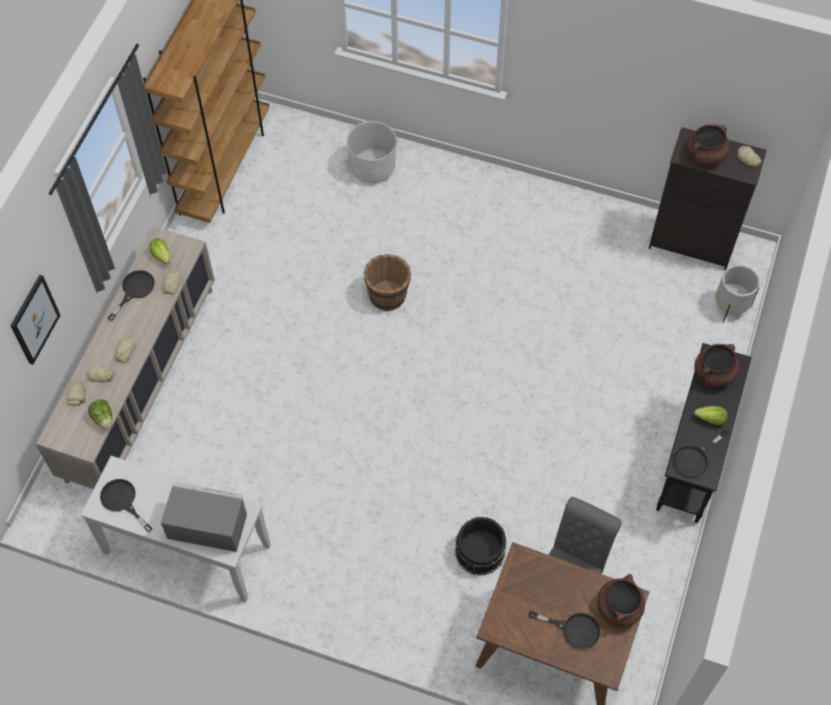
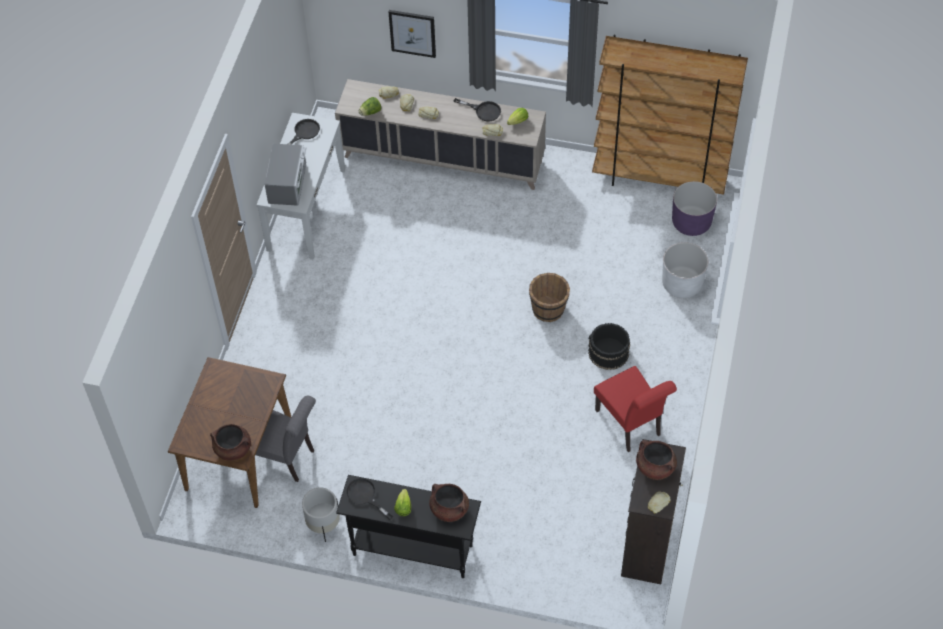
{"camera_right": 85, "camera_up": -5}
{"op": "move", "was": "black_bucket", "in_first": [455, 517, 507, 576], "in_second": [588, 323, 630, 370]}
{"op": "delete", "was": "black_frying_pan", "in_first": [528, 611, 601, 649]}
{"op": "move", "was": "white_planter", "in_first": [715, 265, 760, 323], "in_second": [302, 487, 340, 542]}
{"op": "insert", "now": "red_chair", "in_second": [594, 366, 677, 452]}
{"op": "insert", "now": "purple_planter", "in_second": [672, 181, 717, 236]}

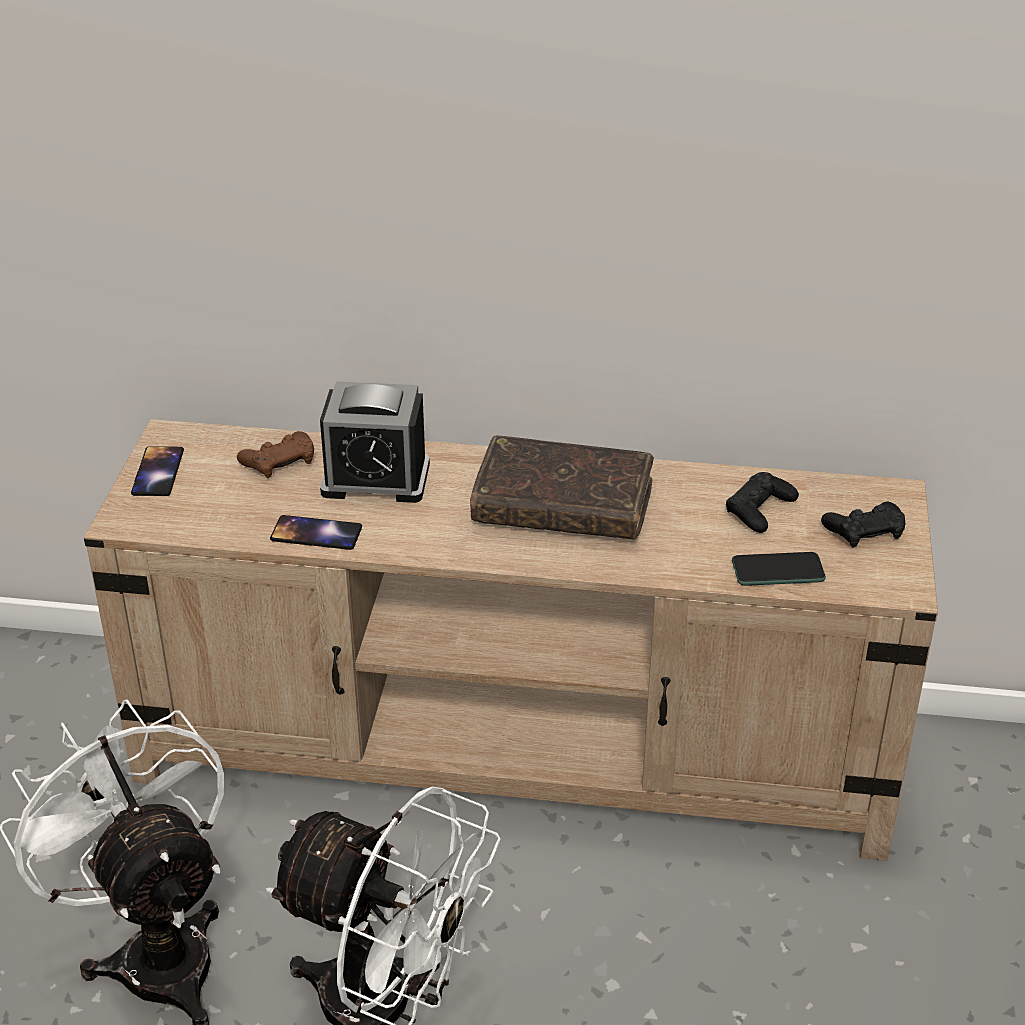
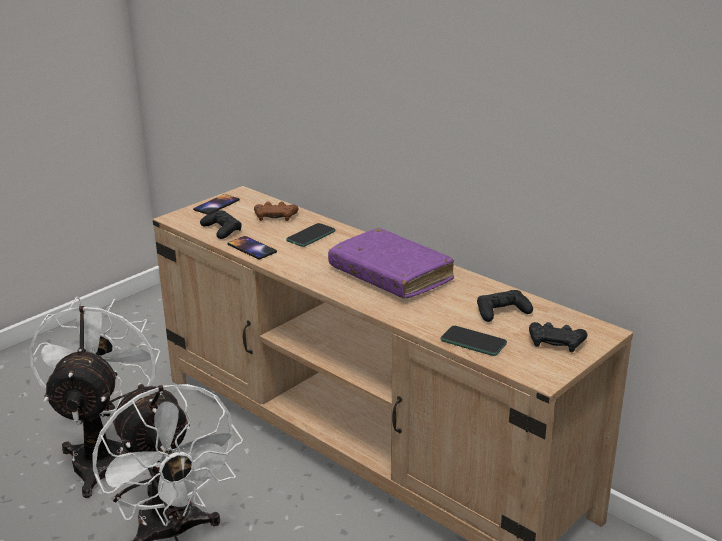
{"camera_right": 35, "camera_up": -10}
{"op": "replace", "was": "alarm_clock", "now": "phone", "in_first": [320, 381, 430, 503], "in_second": [286, 223, 335, 247]}
{"op": "recolor", "was": "brown_book", "now": "purple_book", "in_first": [470, 435, 654, 540], "in_second": [328, 228, 454, 299]}
{"op": "insert", "now": "black_game_controller", "in_second": [200, 210, 242, 239]}

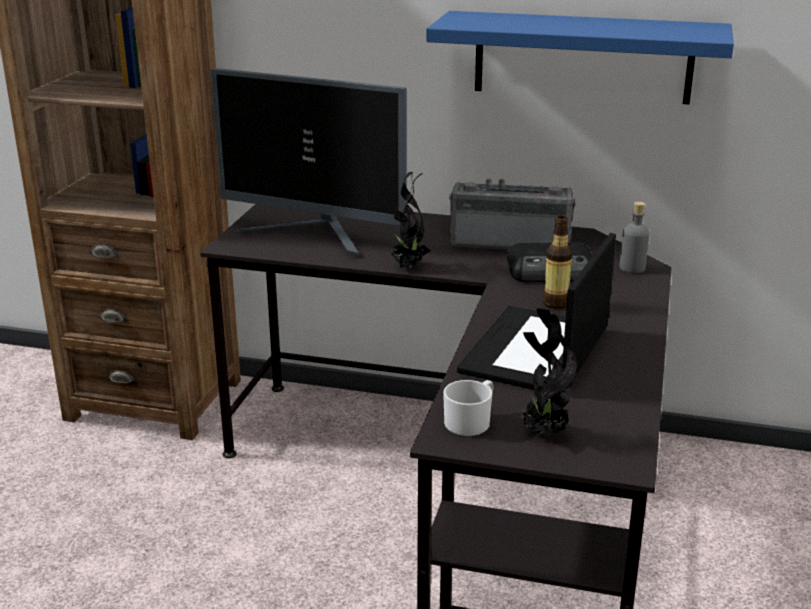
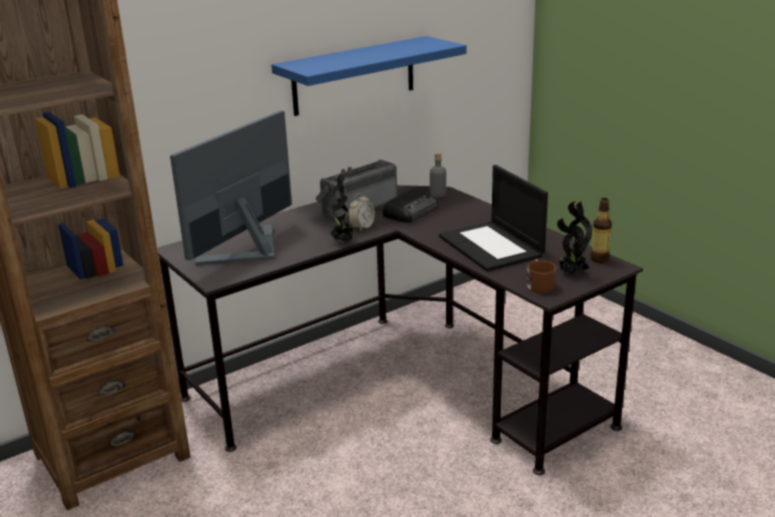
{"camera_right": -50, "camera_up": 0}
{"op": "rotate", "was": "monitor", "in_first": [211, 68, 407, 257], "in_second": [170, 111, 292, 265], "clockwise": 150}
{"op": "recolor", "was": "white_mug", "now": "brown_mug", "in_first": [443, 380, 494, 436], "in_second": [527, 259, 557, 293]}
{"op": "move", "was": "bottle", "in_first": [543, 216, 572, 309], "in_second": [590, 198, 612, 263]}
{"op": "insert", "now": "alarm_clock", "in_second": [348, 193, 375, 231]}

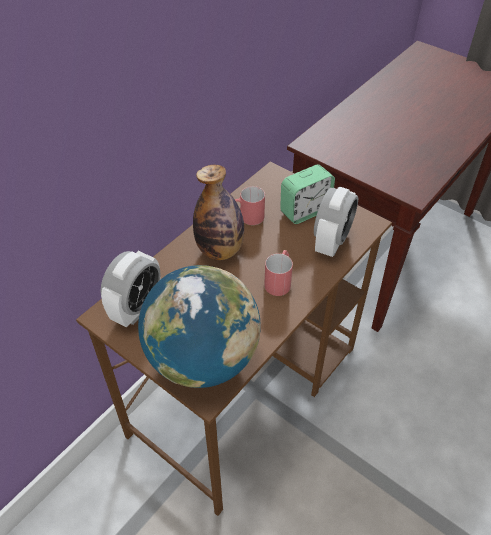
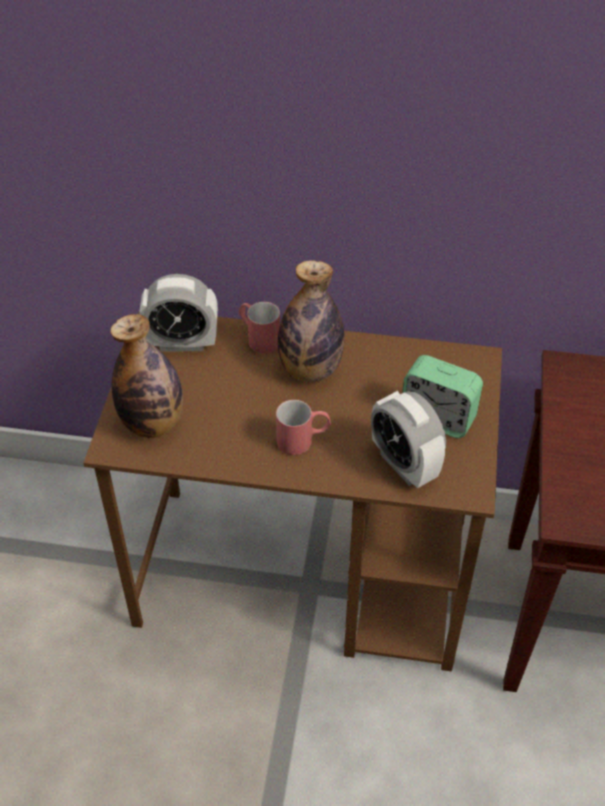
{"camera_right": 60, "camera_up": 0}
{"op": "replace", "was": "globe", "now": "bottle", "in_first": [138, 265, 261, 388], "in_second": [110, 314, 183, 438]}
{"op": "move", "was": "red_mug", "in_first": [235, 186, 265, 225], "in_second": [239, 302, 280, 354]}
{"op": "rotate", "was": "alarm_clock", "in_first": [314, 187, 358, 257], "in_second": [371, 391, 446, 488], "clockwise": 60}

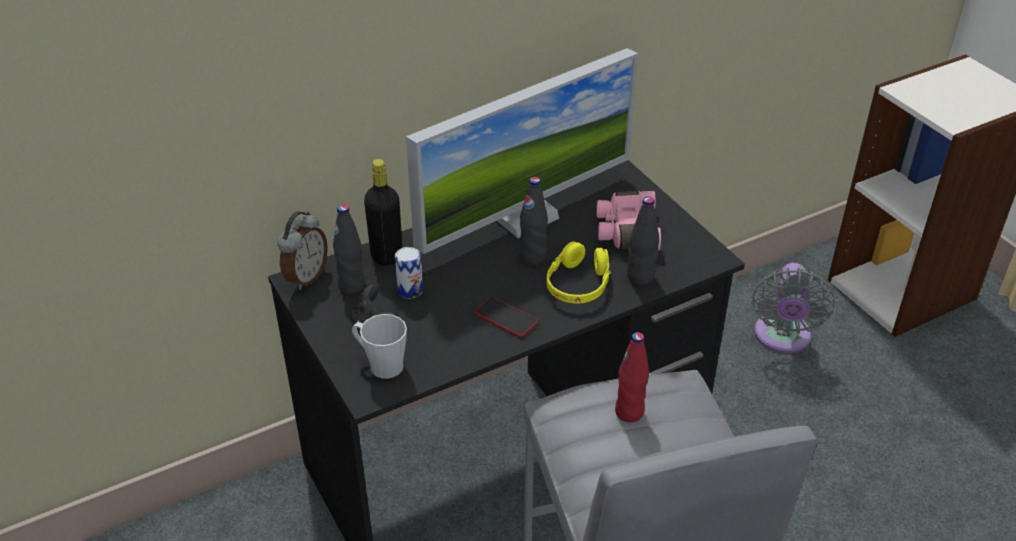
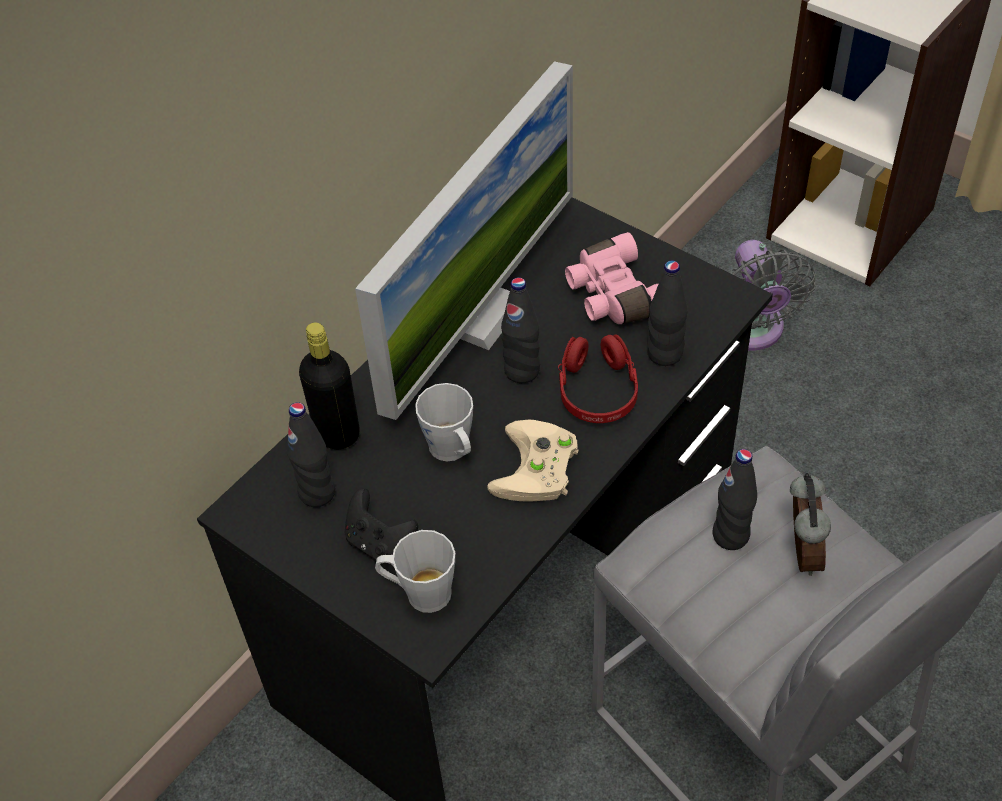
{"camera_right": -20, "camera_up": 10}
{"op": "move", "was": "alarm_clock", "in_first": [277, 211, 328, 290], "in_second": [790, 473, 831, 576]}
{"op": "delete", "was": "can", "in_first": [395, 247, 423, 299]}
{"op": "replace", "was": "phone", "now": "beige_game_controller", "in_first": [475, 297, 538, 337], "in_second": [488, 420, 578, 501]}
{"op": "recolor", "was": "yellow_headphones", "now": "red_headphones", "in_first": [547, 242, 610, 304], "in_second": [558, 334, 638, 423]}
{"op": "recolor", "was": "red_bottle", "now": "black_bottle", "in_first": [615, 332, 649, 422], "in_second": [712, 449, 757, 550]}
{"op": "insert", "now": "grey_mug", "in_second": [415, 383, 473, 461]}

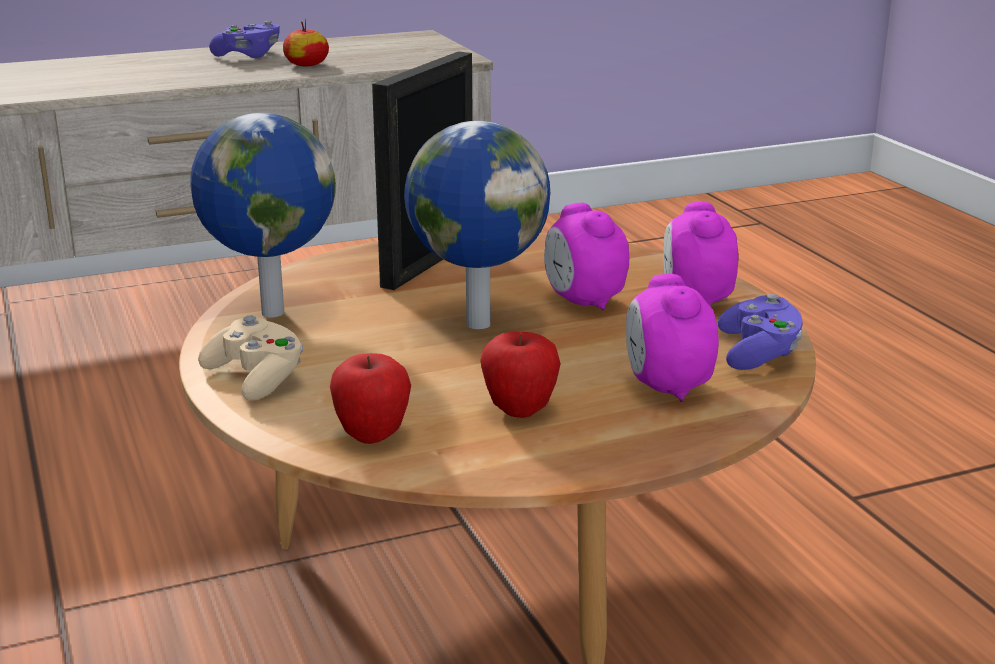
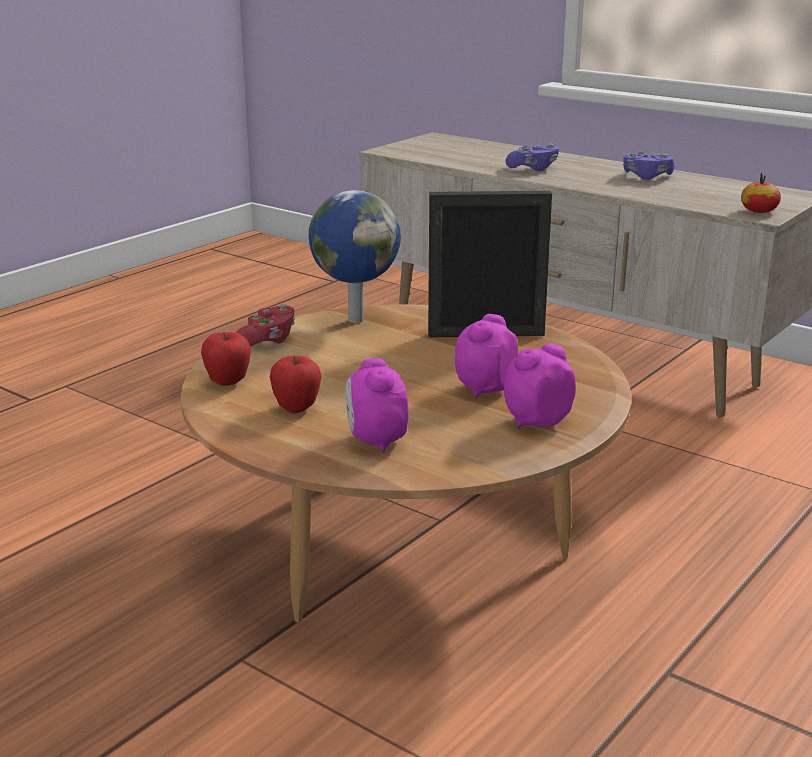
{"camera_right": 60, "camera_up": 0}
{"op": "recolor", "was": "beige_game_controller", "now": "red_game_controller", "in_first": [198, 315, 304, 400], "in_second": [235, 304, 296, 346]}
{"op": "move", "was": "apple", "in_first": [283, 19, 329, 66], "in_second": [741, 173, 781, 213]}
{"op": "delete", "was": "globe", "in_first": [404, 121, 550, 329]}
{"op": "rotate", "was": "alarm_clock", "in_first": [626, 274, 719, 402], "in_second": [345, 358, 409, 452], "clockwise": -60}
{"op": "move", "was": "purple_game_controller", "in_first": [718, 294, 803, 370], "in_second": [505, 144, 559, 171]}

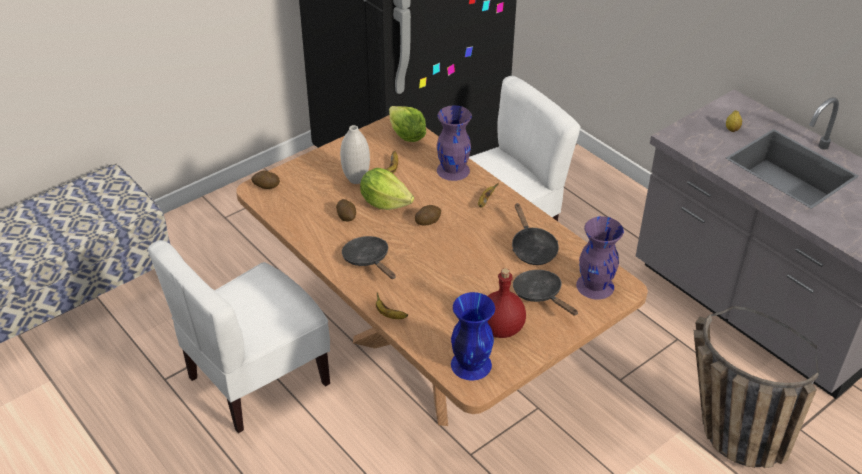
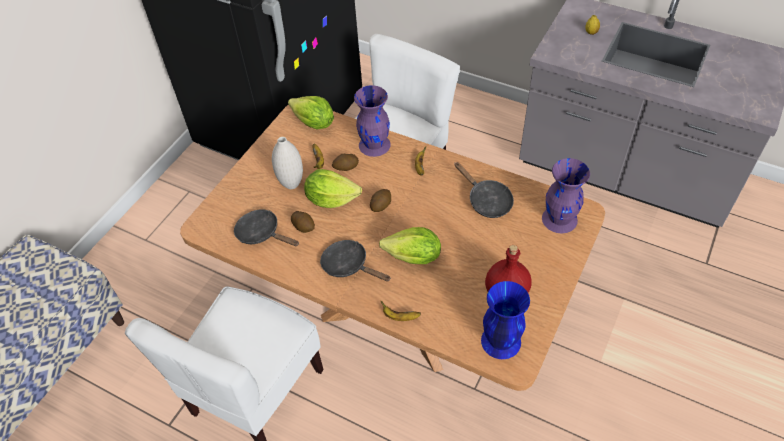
{"camera_right": -20, "camera_up": 10}
{"op": "move", "was": "potato", "in_first": [251, 170, 280, 189], "in_second": [332, 154, 359, 171]}
{"op": "move", "was": "black_frying_pan", "in_first": [513, 270, 578, 316], "in_second": [234, 209, 299, 246]}
{"op": "delete", "was": "basket", "in_first": [694, 306, 819, 468]}
{"op": "insert", "now": "lettuce", "in_second": [379, 227, 441, 264]}

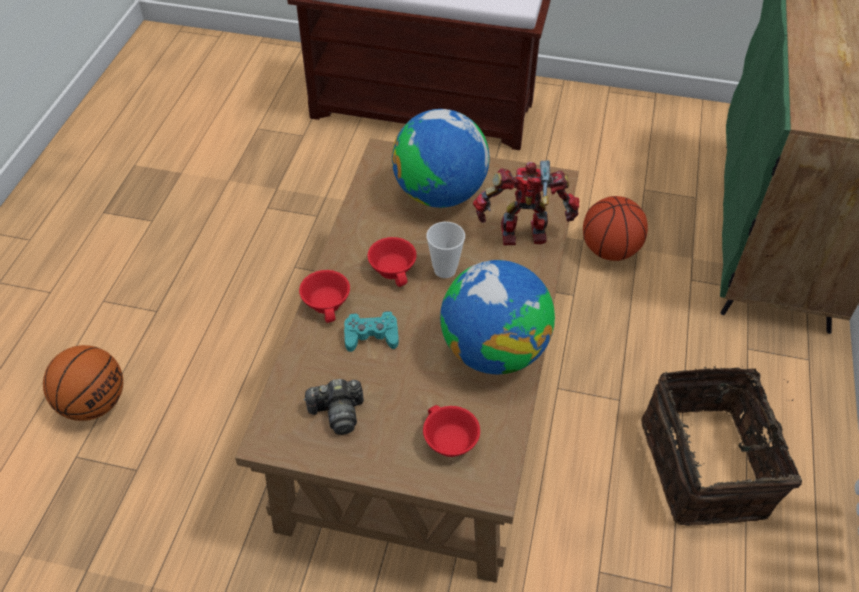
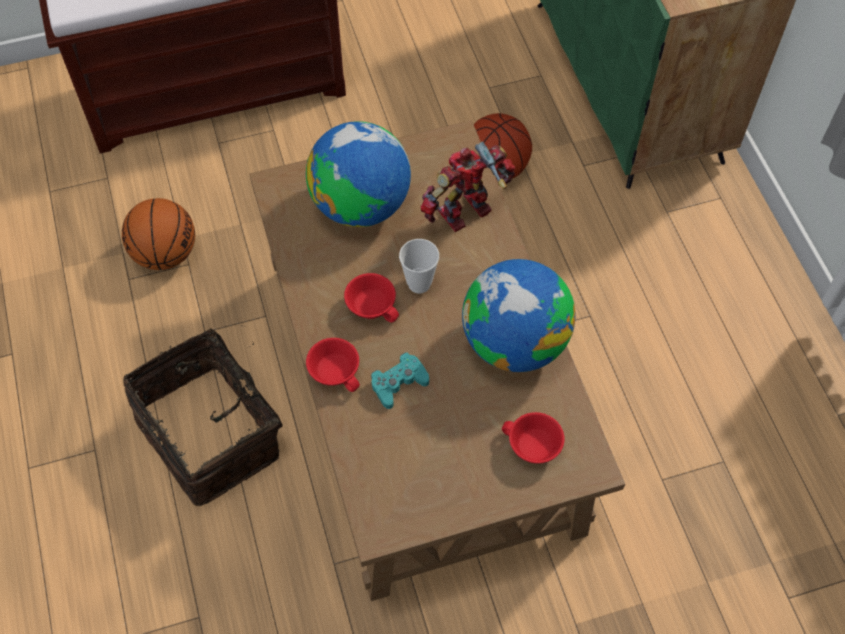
{"camera_right": -30, "camera_up": 10}
{"op": "move", "was": "basketball", "in_first": [43, 345, 123, 421], "in_second": [122, 198, 195, 270]}
{"op": "delete", "was": "photo_camera", "in_first": [303, 379, 364, 435]}
{"op": "move", "was": "basket", "in_first": [641, 366, 802, 526], "in_second": [123, 325, 283, 506]}

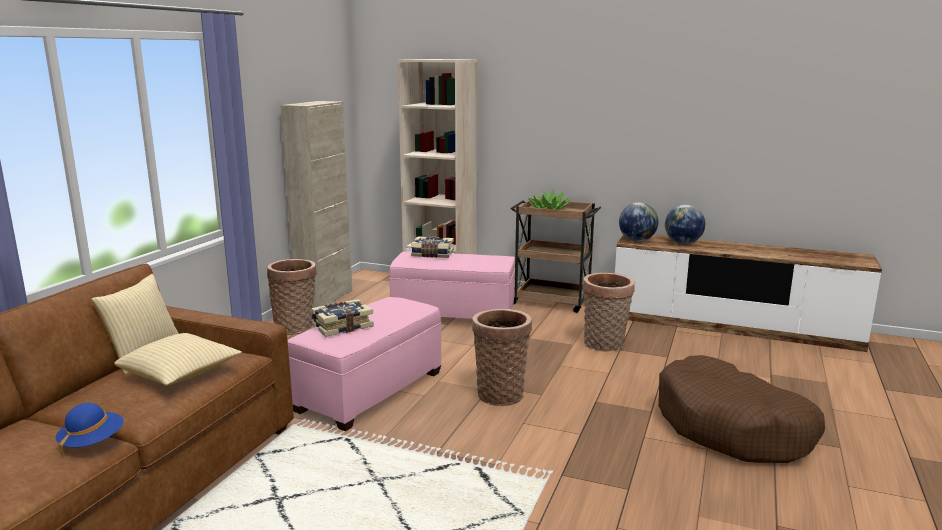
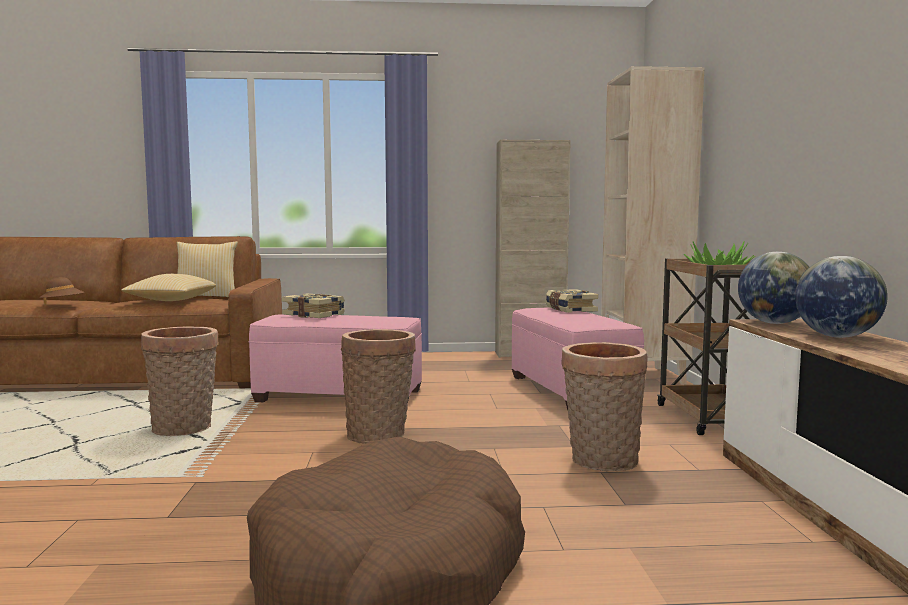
{"camera_right": 65, "camera_up": -10}
{"op": "recolor", "was": "blue_hat", "now": "brown_hat", "in_first": [56, 403, 124, 457], "in_second": [40, 277, 85, 304]}
{"op": "move", "was": "basket", "in_first": [267, 259, 316, 335], "in_second": [141, 327, 219, 436]}

